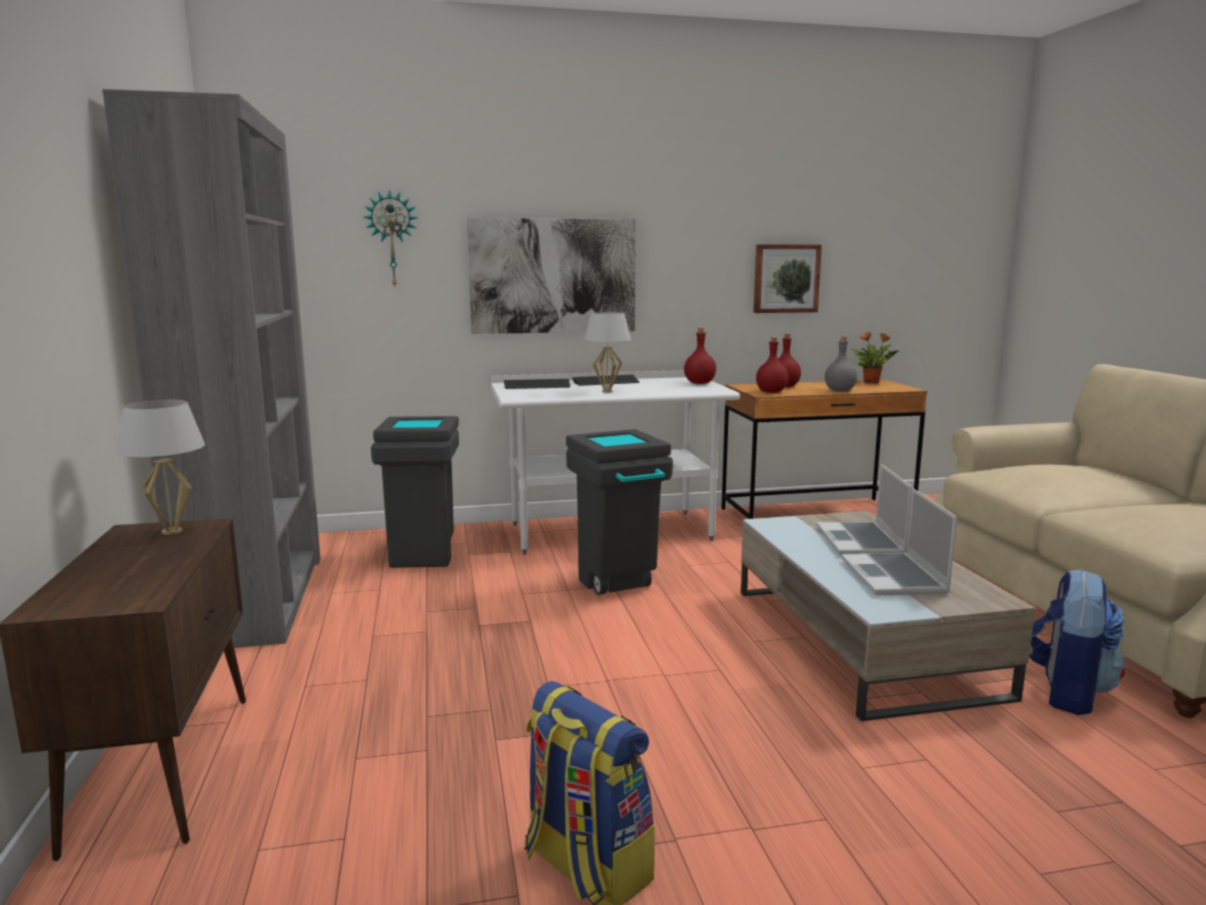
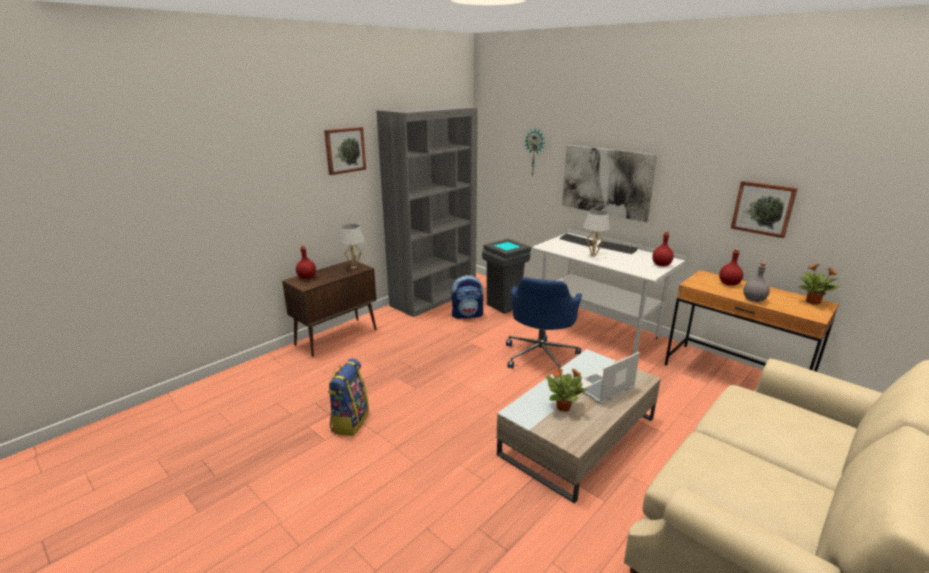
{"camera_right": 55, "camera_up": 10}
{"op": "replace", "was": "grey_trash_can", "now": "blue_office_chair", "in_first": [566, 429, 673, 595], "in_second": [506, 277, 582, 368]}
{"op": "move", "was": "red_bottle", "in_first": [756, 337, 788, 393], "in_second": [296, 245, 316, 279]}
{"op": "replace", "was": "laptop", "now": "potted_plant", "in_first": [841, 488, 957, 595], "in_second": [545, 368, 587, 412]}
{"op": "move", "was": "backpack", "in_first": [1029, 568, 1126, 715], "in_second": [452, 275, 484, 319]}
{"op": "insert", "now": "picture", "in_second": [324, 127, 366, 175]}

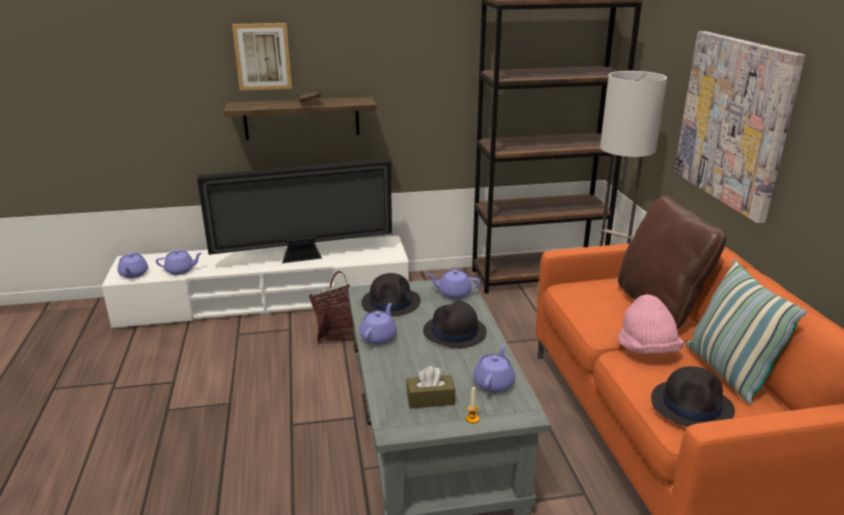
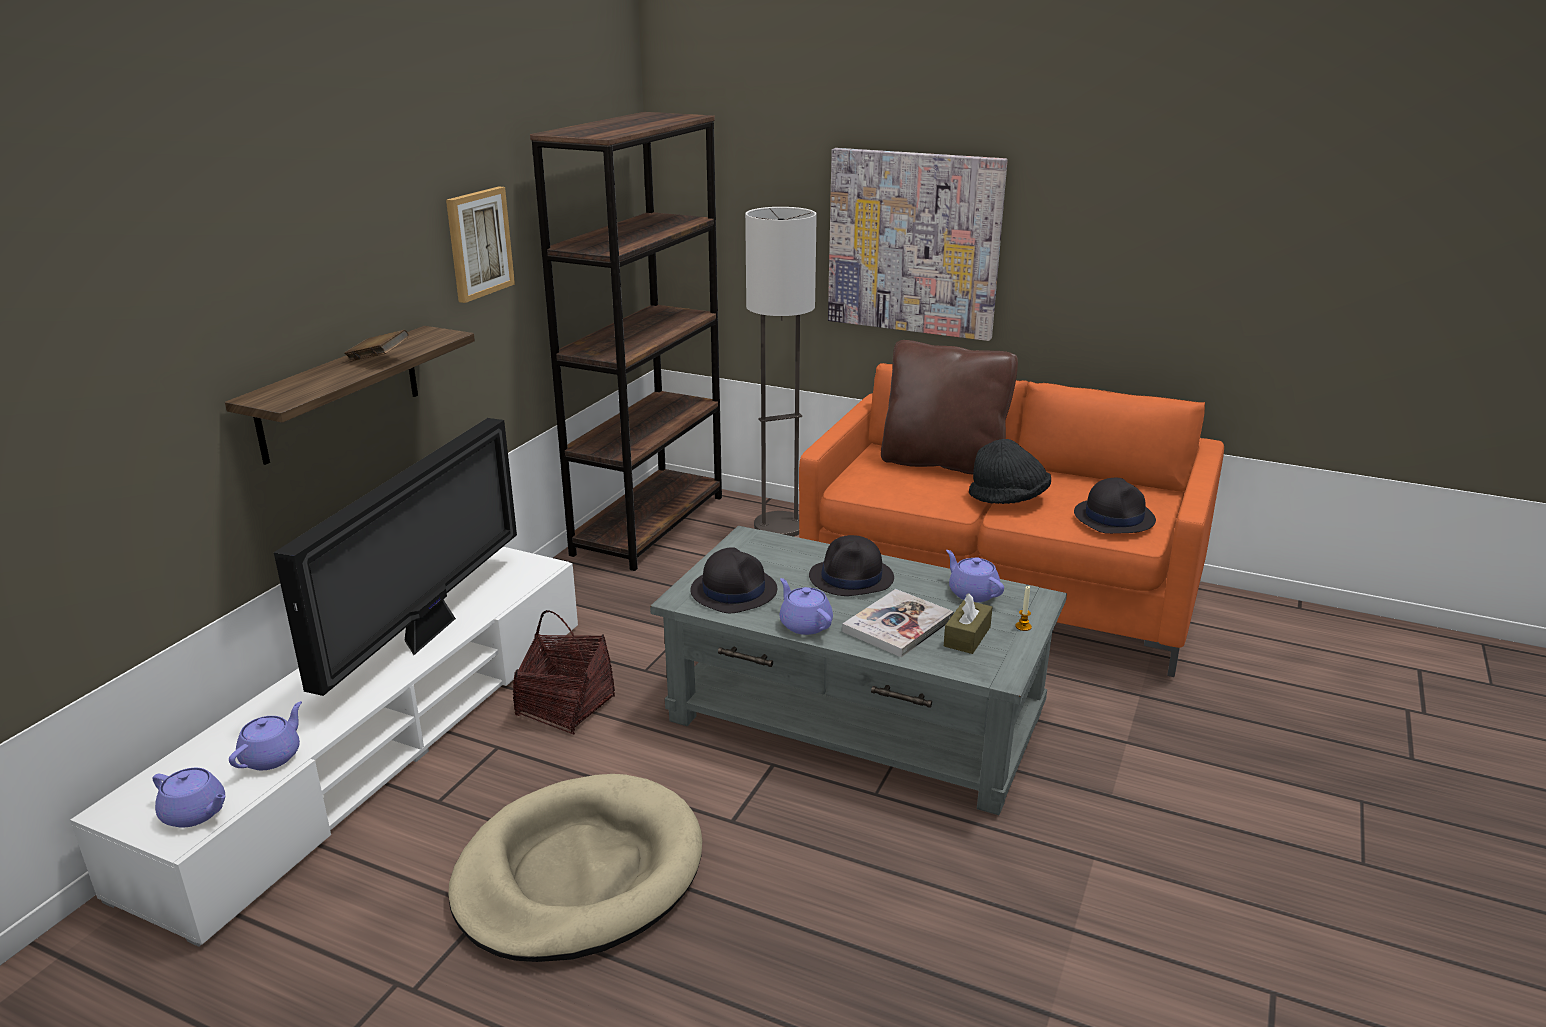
{"camera_right": -55, "camera_up": 0}
{"op": "move", "was": "picture", "in_first": [232, 23, 292, 91], "in_second": [446, 186, 515, 303]}
{"op": "delete", "was": "purple_teapot", "in_first": [427, 269, 480, 299]}
{"op": "recolor", "was": "pink_hat", "now": "black_hat", "in_first": [618, 294, 684, 354], "in_second": [969, 439, 1051, 504]}
{"op": "delete", "was": "pillow", "in_first": [686, 259, 807, 404]}
{"op": "insert", "now": "beige_dog_bed", "in_second": [448, 774, 702, 962]}
{"op": "insert", "now": "book", "in_second": [842, 589, 954, 658]}

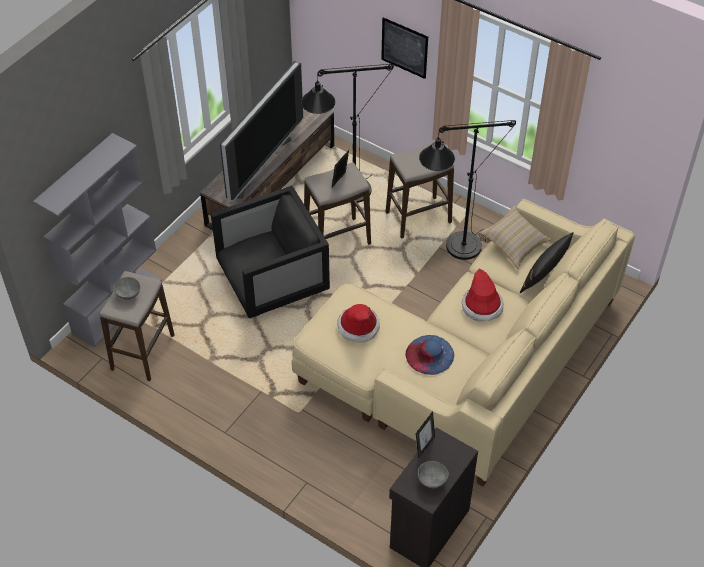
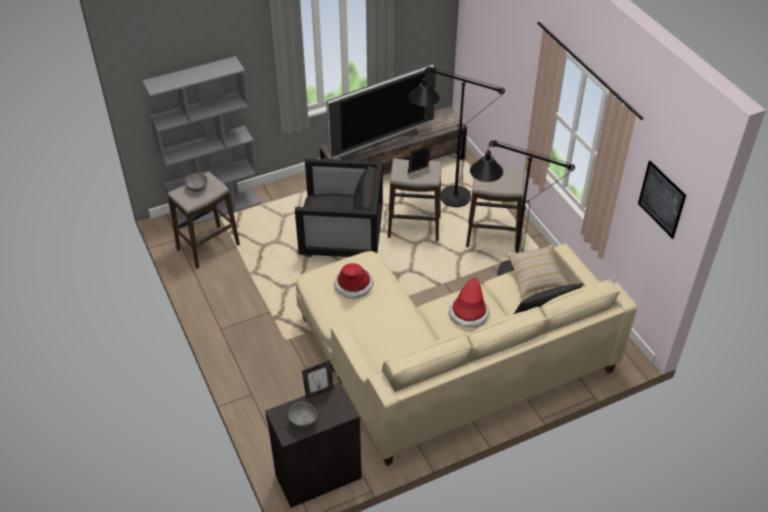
{"camera_right": 30, "camera_up": -5}
{"op": "move", "was": "picture", "in_first": [381, 17, 428, 79], "in_second": [638, 161, 686, 239]}
{"op": "delete", "was": "blue_hat", "in_first": [405, 335, 454, 375]}

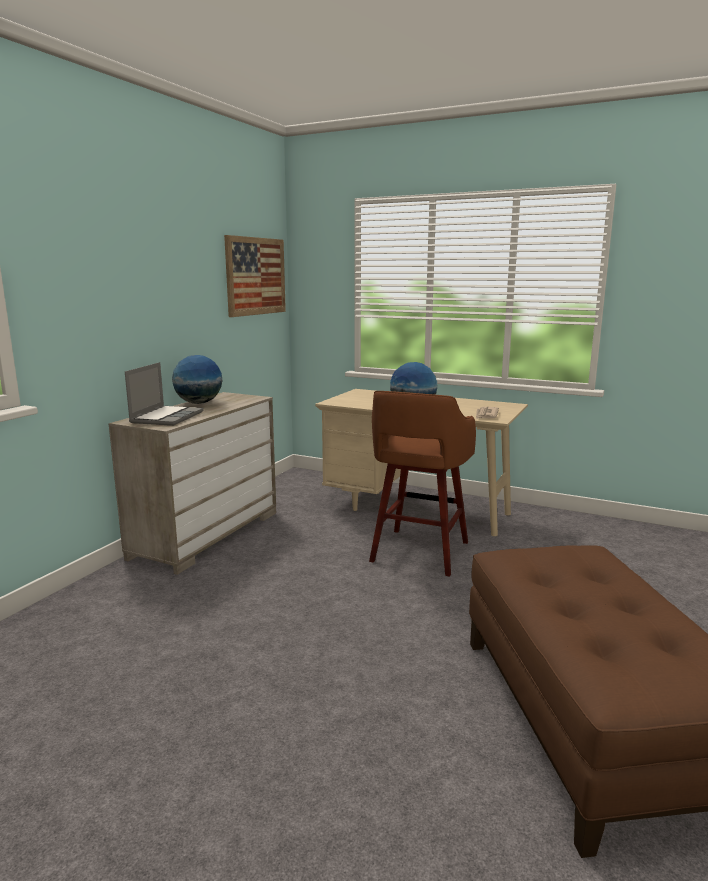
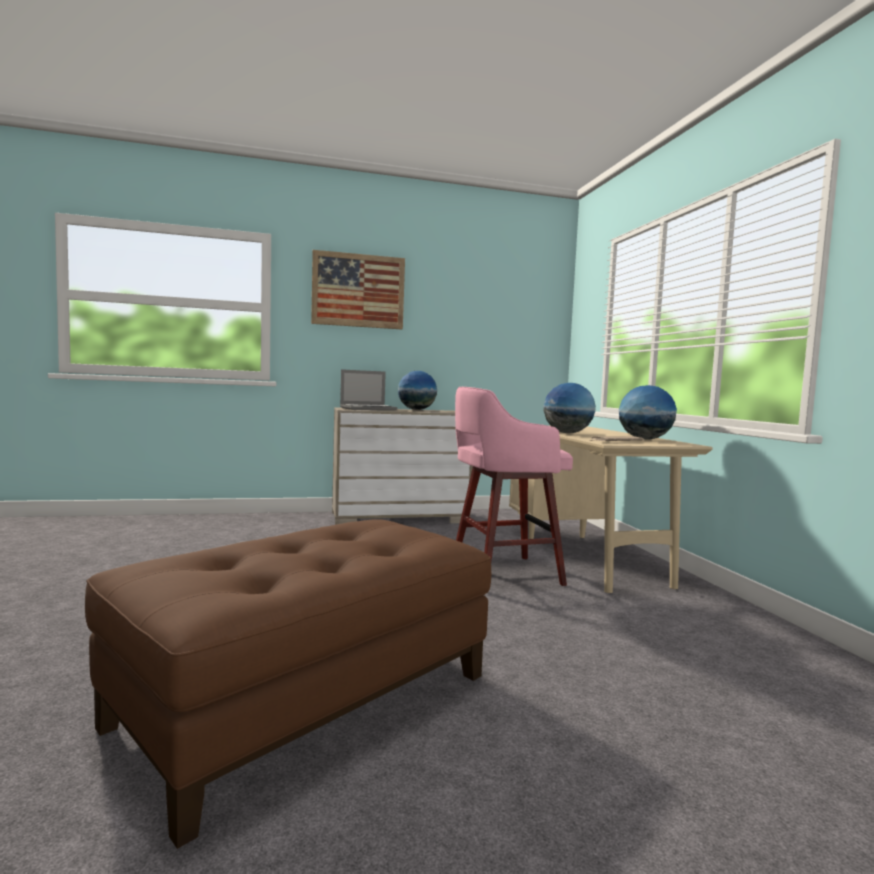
{"camera_right": 50, "camera_up": -10}
{"op": "move", "was": "picture", "in_first": [224, 235, 286, 317], "in_second": [311, 250, 405, 329]}
{"op": "recolor", "was": "brown_stool", "now": "pink_stool", "in_first": [369, 391, 476, 577], "in_second": [455, 387, 573, 586]}
{"op": "insert", "now": "globe", "in_second": [619, 385, 677, 440]}

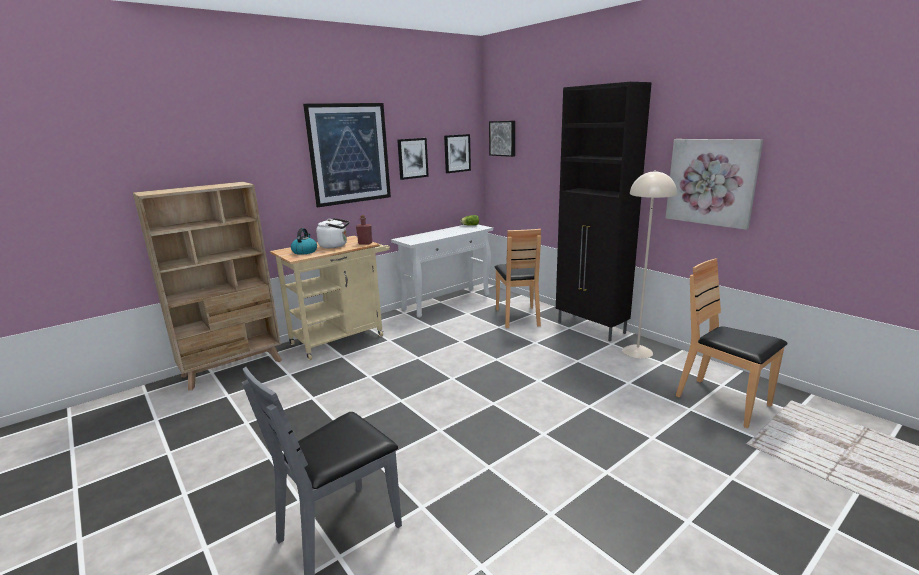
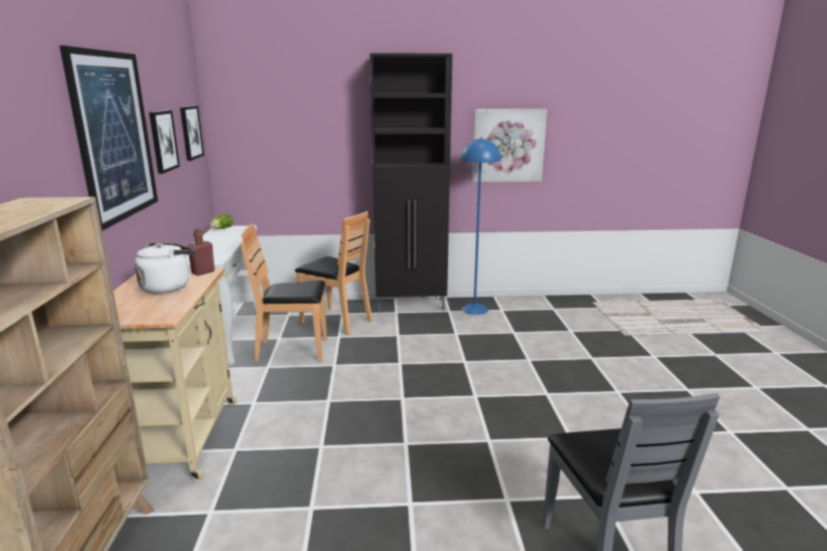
{"camera_right": -55, "camera_up": 0}
{"op": "delete", "was": "kettle", "in_first": [291, 228, 317, 255]}
{"op": "delete", "was": "picture", "in_first": [489, 121, 515, 157]}
{"op": "recolor", "was": "beige_floor_lamp", "now": "blue_floor_lamp", "in_first": [622, 170, 677, 358], "in_second": [460, 138, 501, 315]}
{"op": "move", "was": "brown_chair", "in_first": [676, 259, 788, 428], "in_second": [240, 224, 327, 362]}

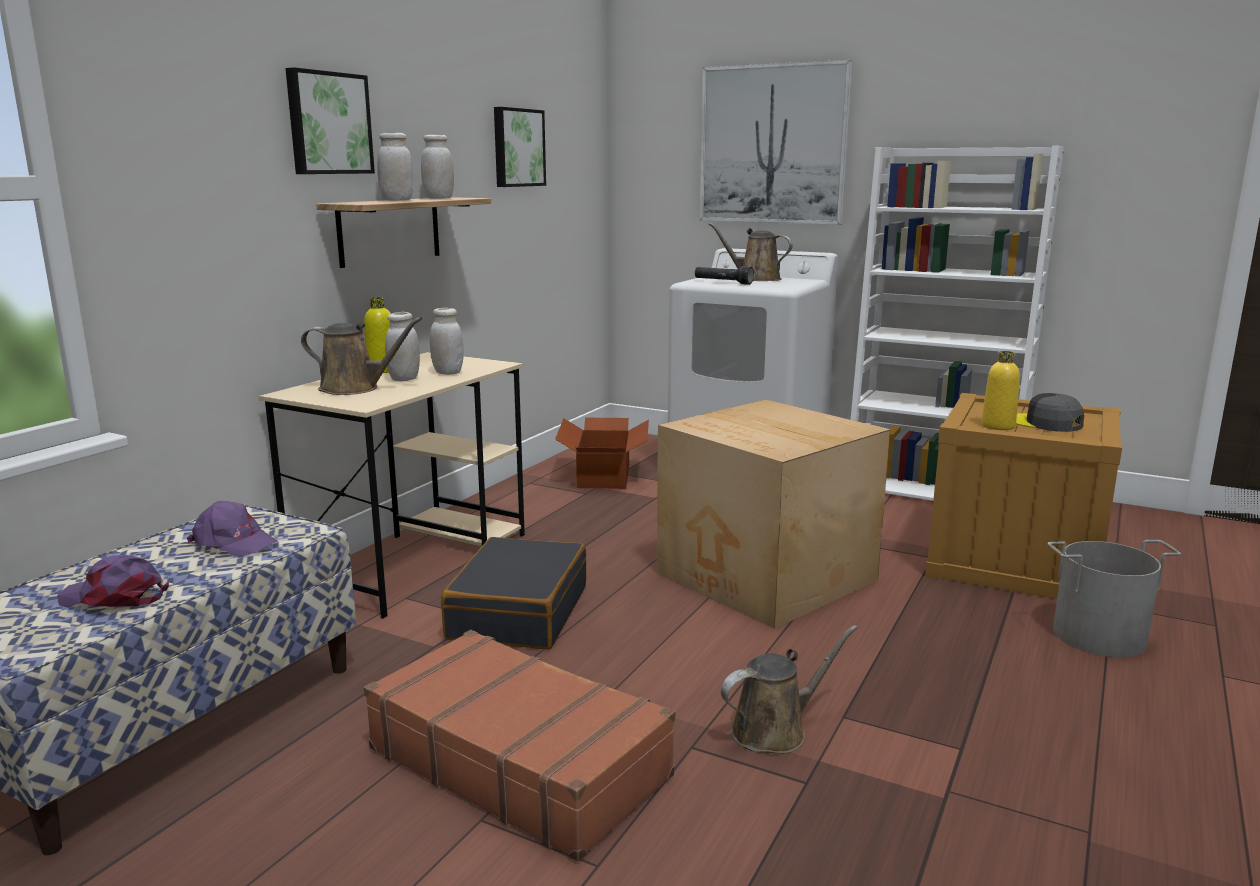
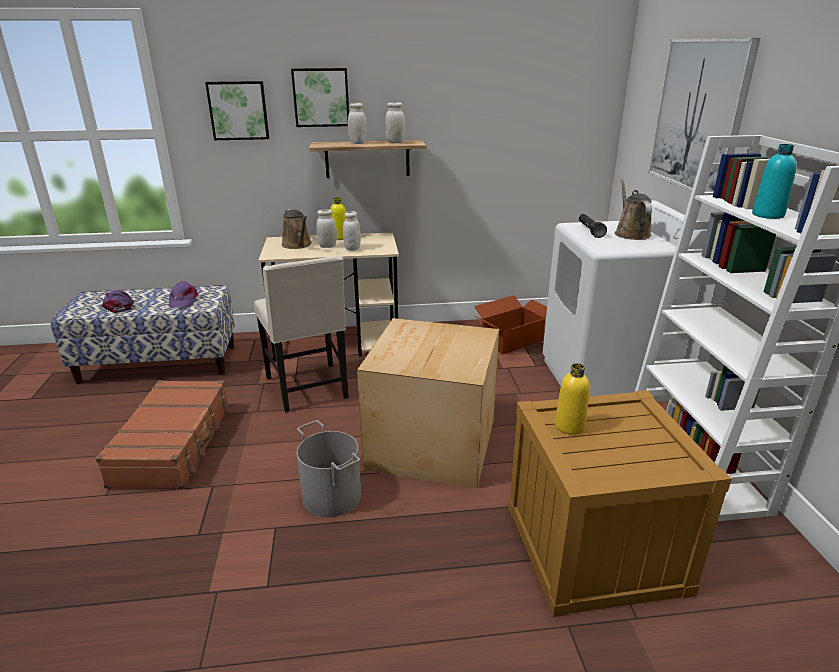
{"camera_right": 55, "camera_up": 10}
{"op": "replace", "was": "black_suitcase", "now": "beige_chair", "in_first": [441, 537, 586, 649], "in_second": [254, 255, 349, 412]}
{"op": "move", "was": "picture", "in_first": [494, 107, 546, 187], "in_second": [205, 81, 269, 140]}
{"op": "delete", "was": "brown_watering_can", "in_first": [721, 625, 858, 754]}
{"op": "delete", "was": "grey_cap", "in_first": [1016, 393, 1084, 432]}
{"op": "move", "was": "grey_bucket", "in_first": [1047, 540, 1181, 657], "in_second": [297, 420, 361, 517]}
{"op": "insert", "now": "turquoise_bottle", "in_second": [752, 144, 797, 219]}

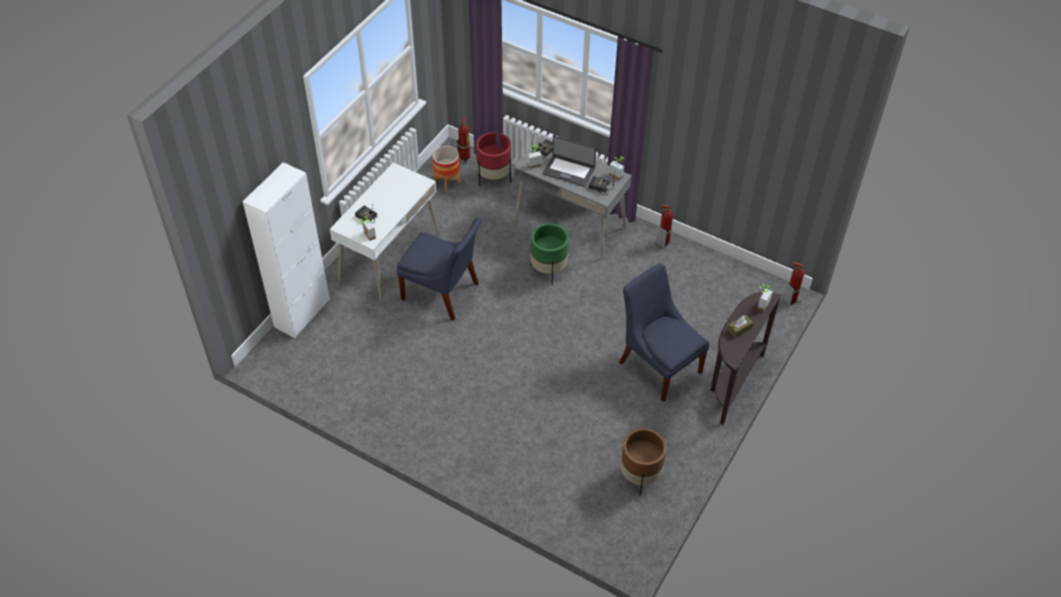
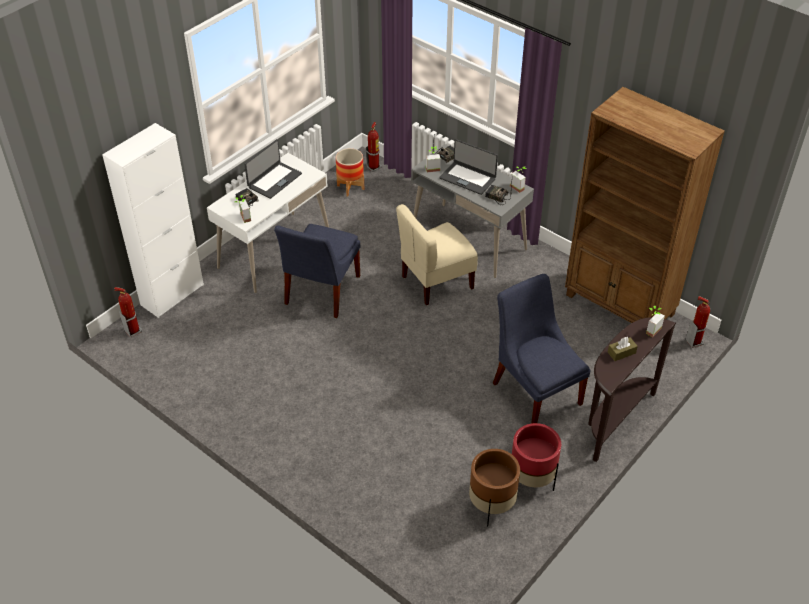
{"camera_right": 10, "camera_up": -5}
{"op": "rotate", "was": "blue_chair", "in_first": [397, 217, 482, 321], "in_second": [274, 224, 360, 318], "clockwise": 75}
{"op": "move", "was": "red_planter", "in_first": [476, 132, 511, 186], "in_second": [512, 423, 561, 491]}
{"op": "replace", "was": "green_planter", "now": "beige_chair", "in_first": [531, 223, 569, 285], "in_second": [396, 204, 478, 305]}
{"op": "move", "was": "fire_extinguisher", "in_first": [656, 205, 673, 248], "in_second": [114, 287, 142, 338]}
{"op": "insert", "now": "laptop", "in_second": [244, 139, 302, 199]}
{"op": "insert", "now": "brown_bookcase", "in_second": [565, 87, 725, 323]}

